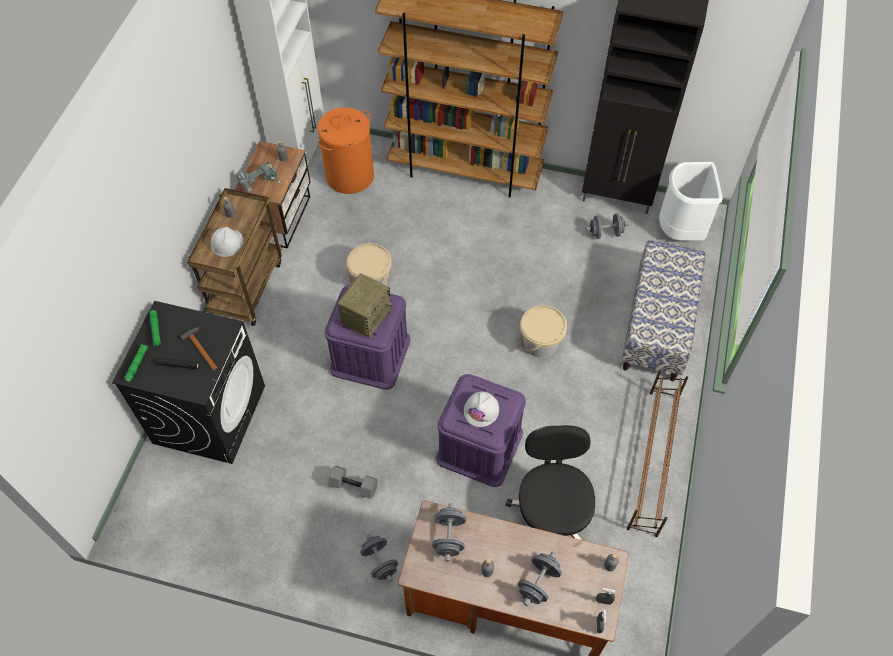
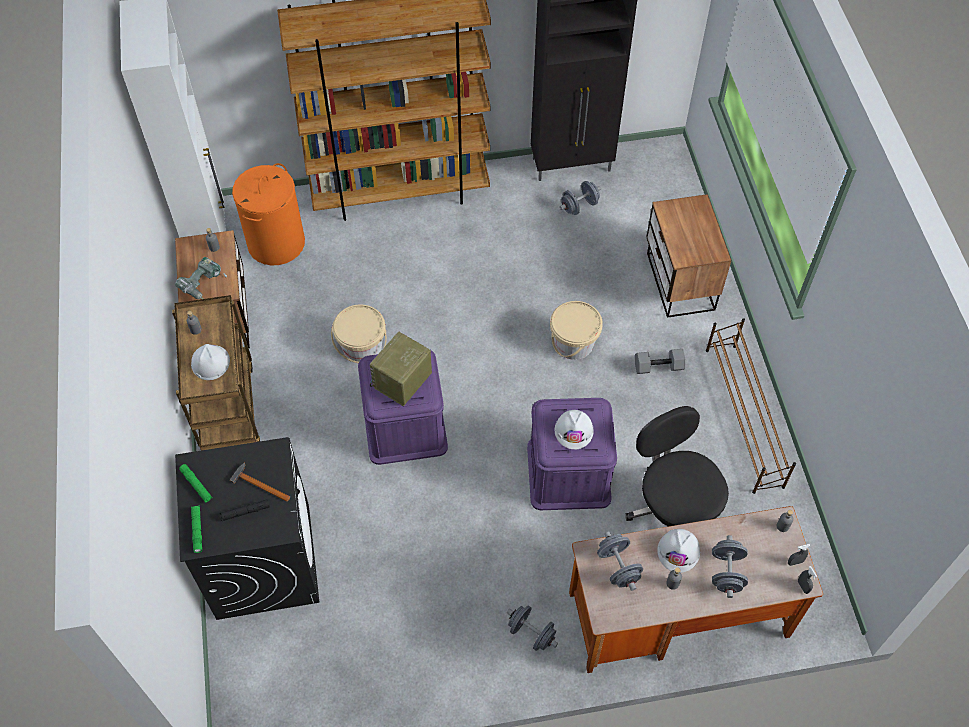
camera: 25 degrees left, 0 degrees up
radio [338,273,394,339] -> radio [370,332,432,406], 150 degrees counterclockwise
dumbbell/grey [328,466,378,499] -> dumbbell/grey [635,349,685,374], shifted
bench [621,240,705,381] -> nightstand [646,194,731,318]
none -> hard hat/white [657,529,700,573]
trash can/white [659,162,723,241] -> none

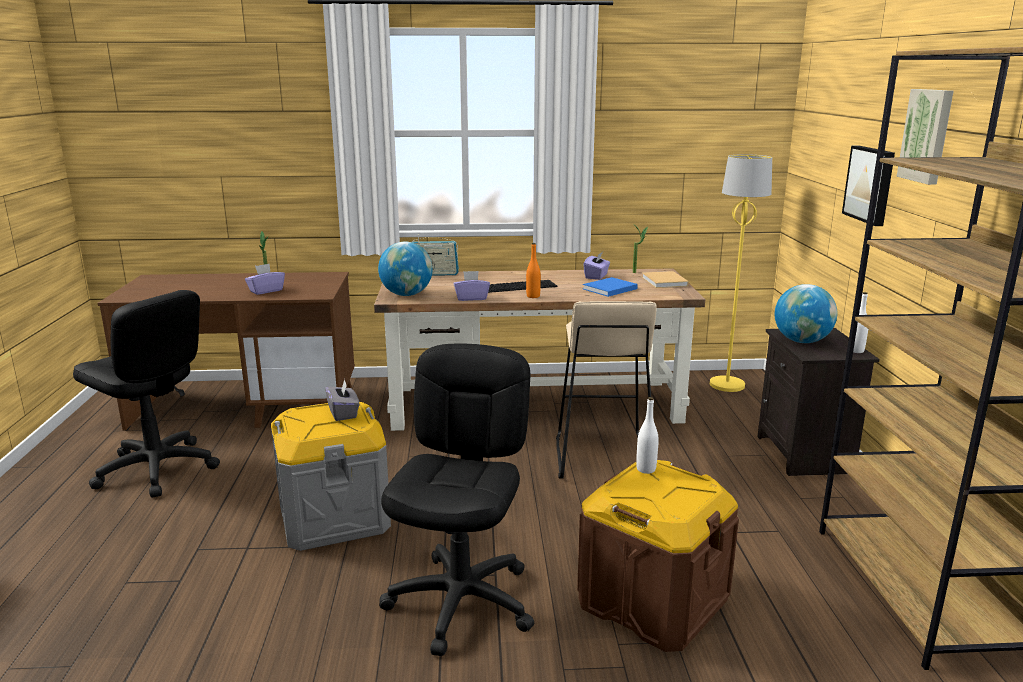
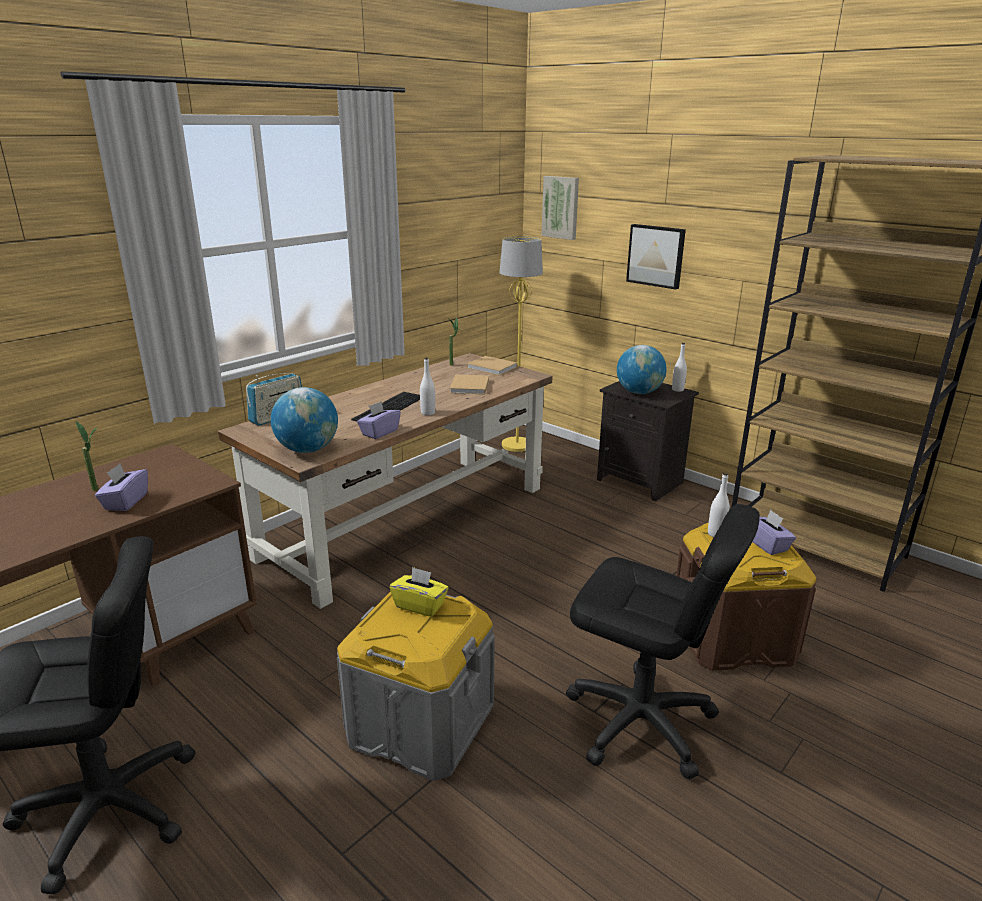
camera: 45 degrees left, 5 degrees up
tissue box/grey [325,379,360,421] -> tissue box/yellow [390,567,448,617]
bottle/orange [526,243,541,298] -> bottle/white [420,357,435,415]
book/blue [583,277,638,297] -> book/beige [450,374,489,394]
picture [897,89,954,185] -> picture [542,176,579,240], shifted
office chair/black [379,344,534,656] -> office chair/black [566,504,760,780], 150 degrees clockwise
tissue box/purple [583,252,610,280] -> tissue box/purple [753,510,796,555], shifted
stool/beige [556,301,657,478] -> none

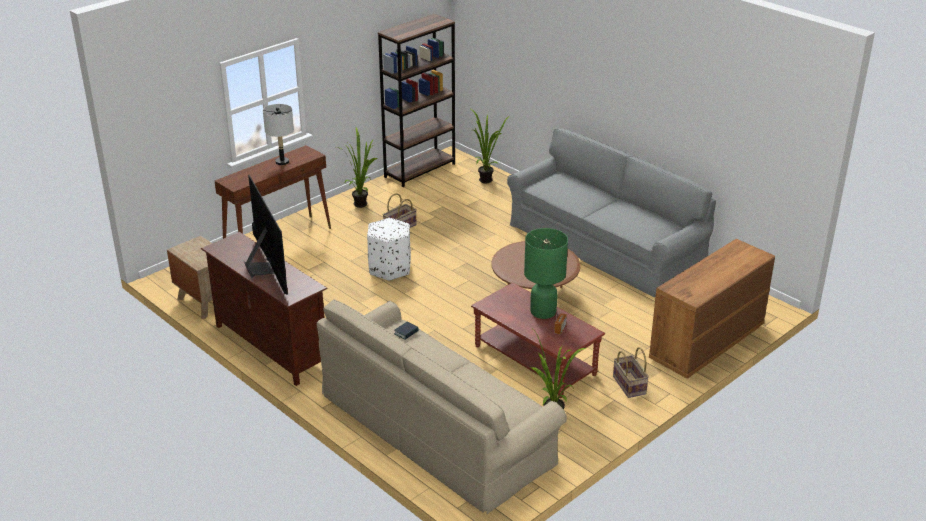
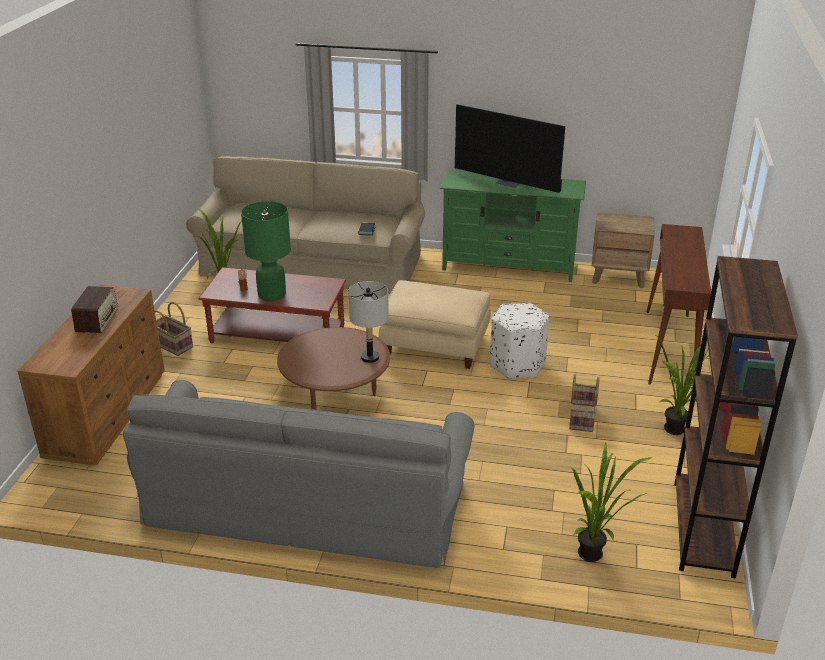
camera: 145 degrees right, 0 degrees up
none -> radio [71,286,118,333]
table lamp/grey [263,104,294,165] -> table lamp/grey [348,281,389,363], shifted
none -> ottoman/beige [378,280,491,369]
tv stand/brown [201,232,328,386] -> tv stand/green [440,170,586,282]

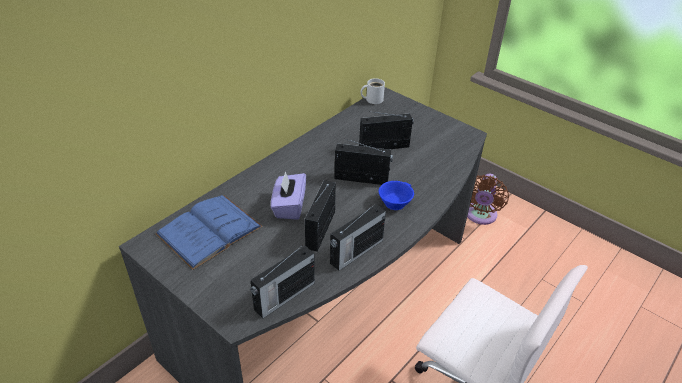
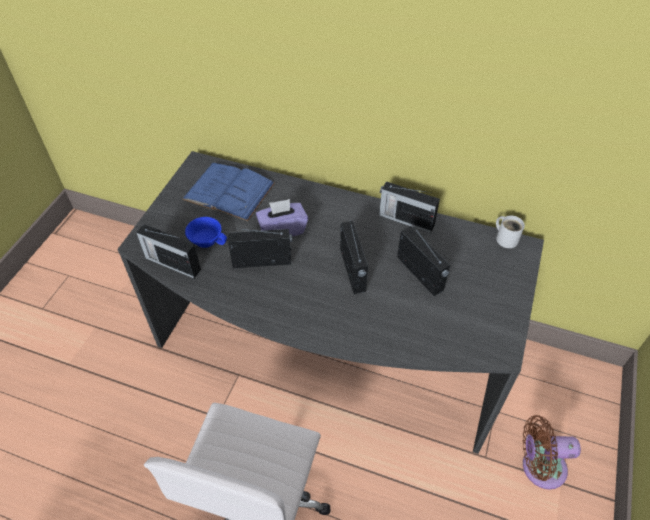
camera: 70 degrees right, 10 degrees up
cup/blue [379,181,414,210] -> cup/blue [185,217,227,248], shifted
radio [330,203,386,271] -> radio [379,181,440,233], shifted

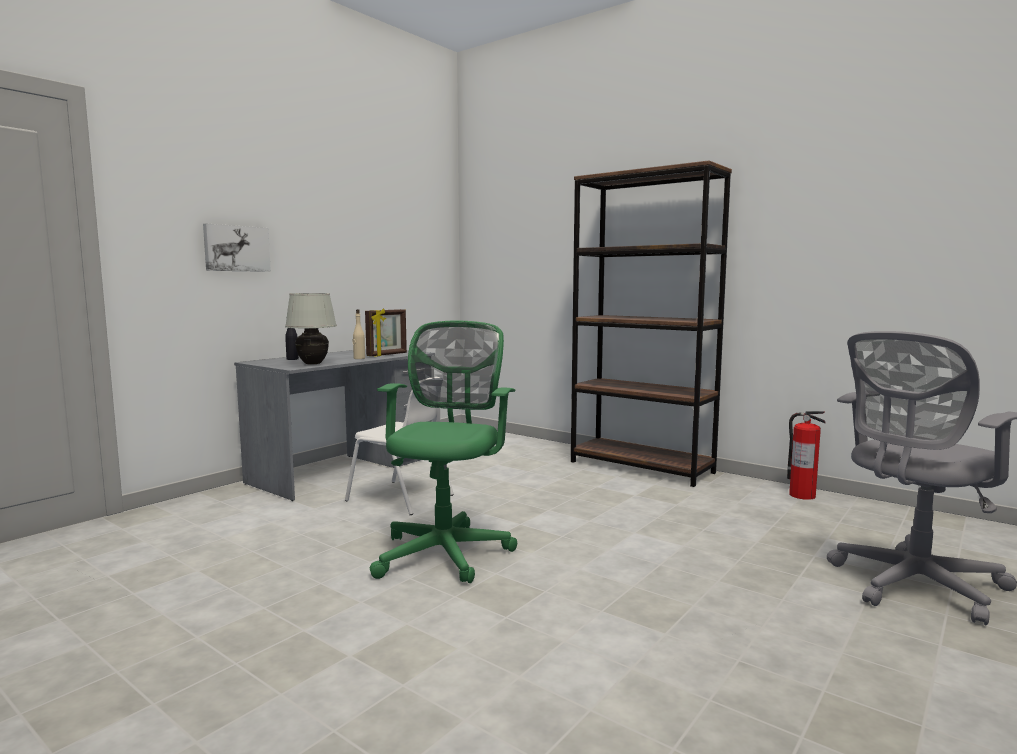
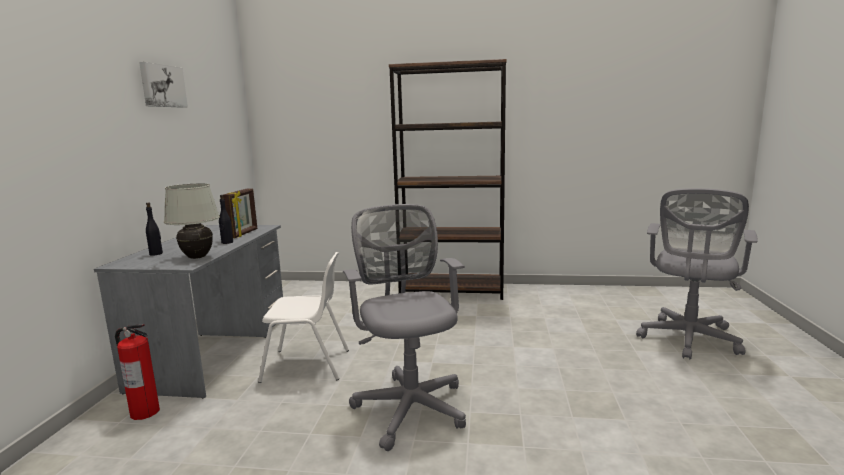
camera: 30 degrees left, 5 degrees up
fire extinguisher [787,411,826,500] -> fire extinguisher [115,324,160,420], shifted
picture [203,223,271,272] -> picture [139,62,188,108], shifted
bottle/beige [353,309,365,359] -> bottle/black [219,195,233,244]
office chair/green [370,320,517,583] -> office chair/grey [343,204,466,451]

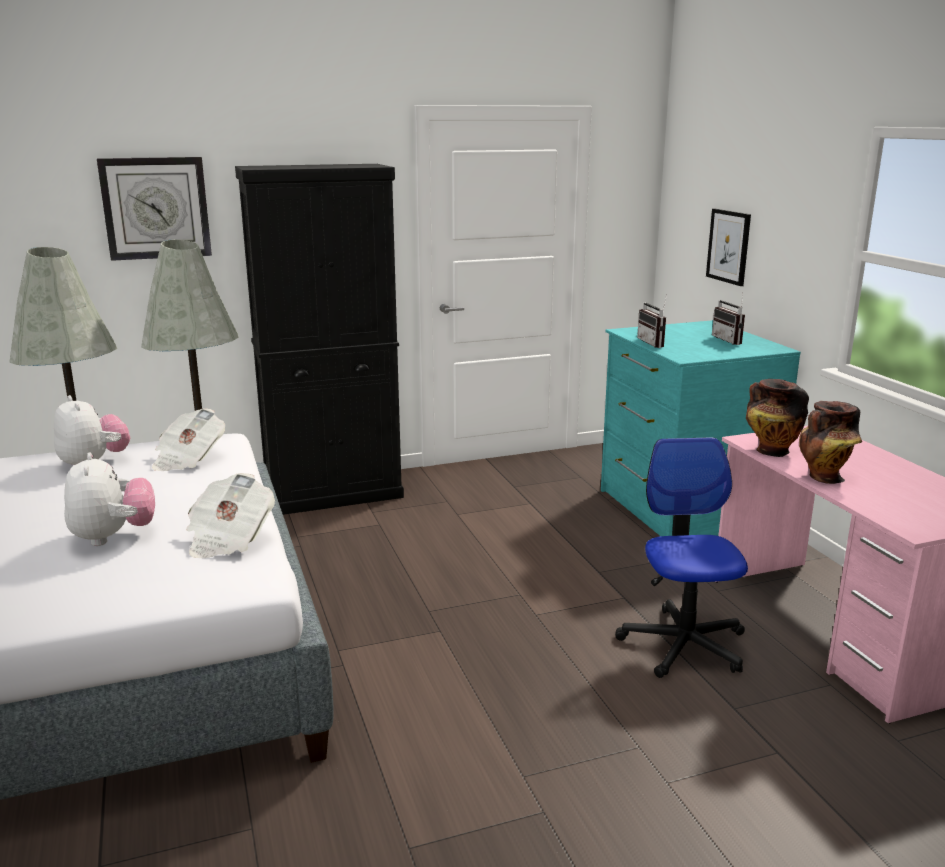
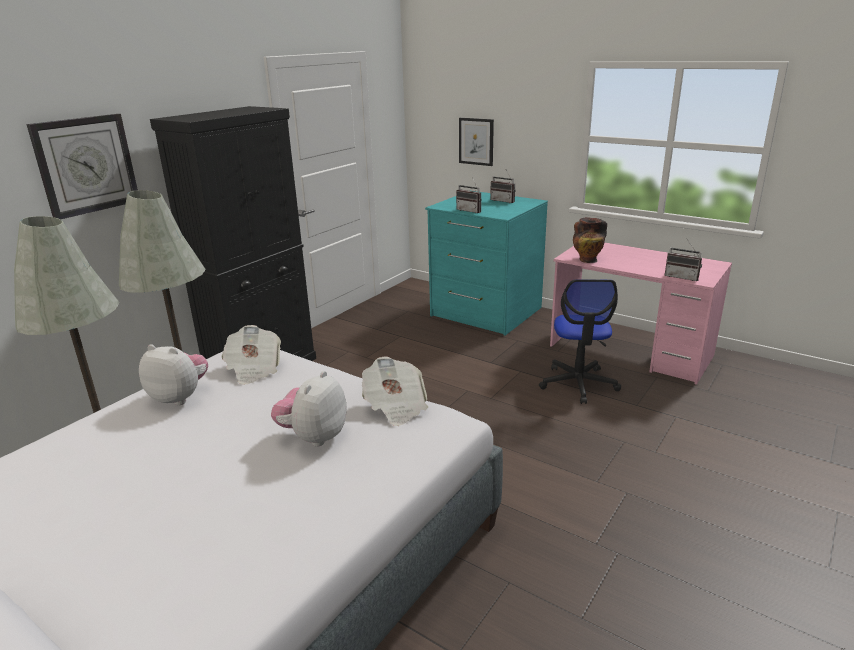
camera: 35 degrees left, 5 degrees up
plush toy [64,453,155,546] -> plush toy [271,371,347,447], 105 degrees counterclockwise
office chair [615,437,748,678] -> office chair [539,279,621,404], 135 degrees counterclockwise
none -> radio [665,238,702,281]
vase [799,401,862,484] -> none

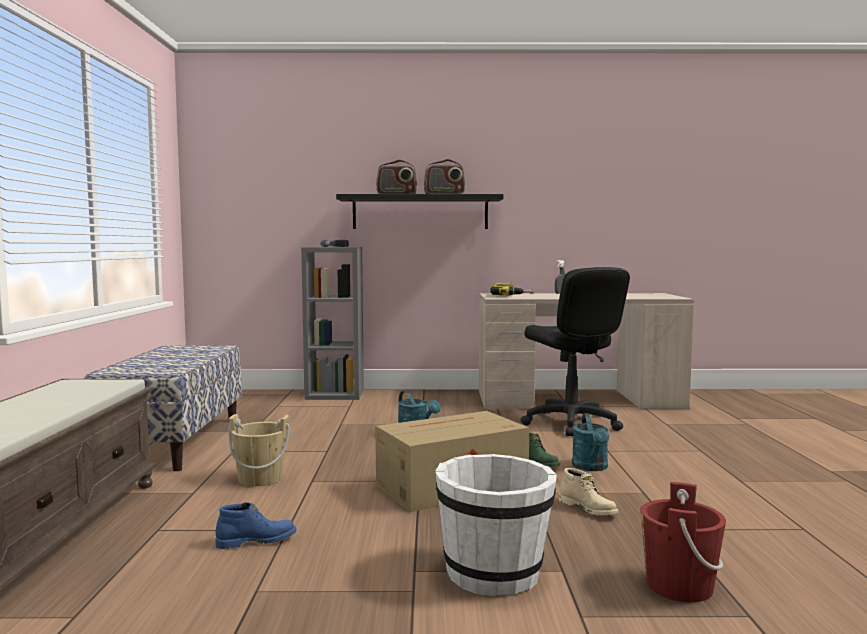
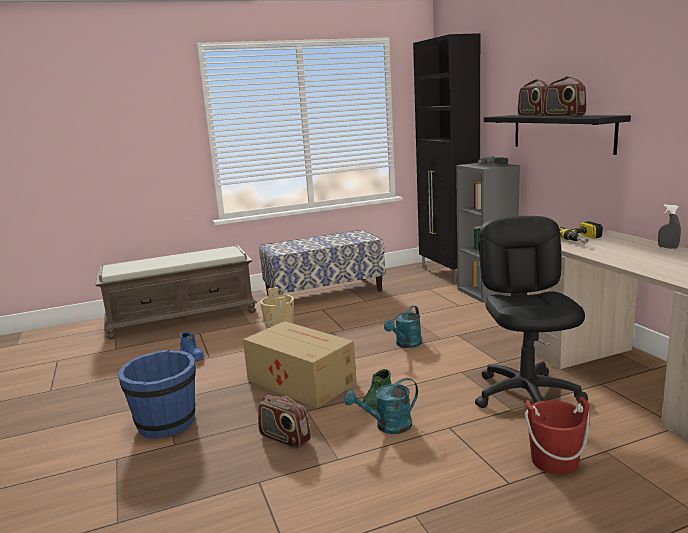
camera: 70 degrees right, 10 degrees up
bucket/white [435,454,557,596] -> bucket/blue [117,349,196,439]
boot/beige [559,468,618,515] -> radio [258,395,311,449]
none -> cabinet/black [413,33,480,284]
office chair/black [521,267,630,437] -> office chair/black [475,216,588,408], 135 degrees clockwise
bucket/red [640,482,726,602] -> bucket/red [525,397,590,475], shifted

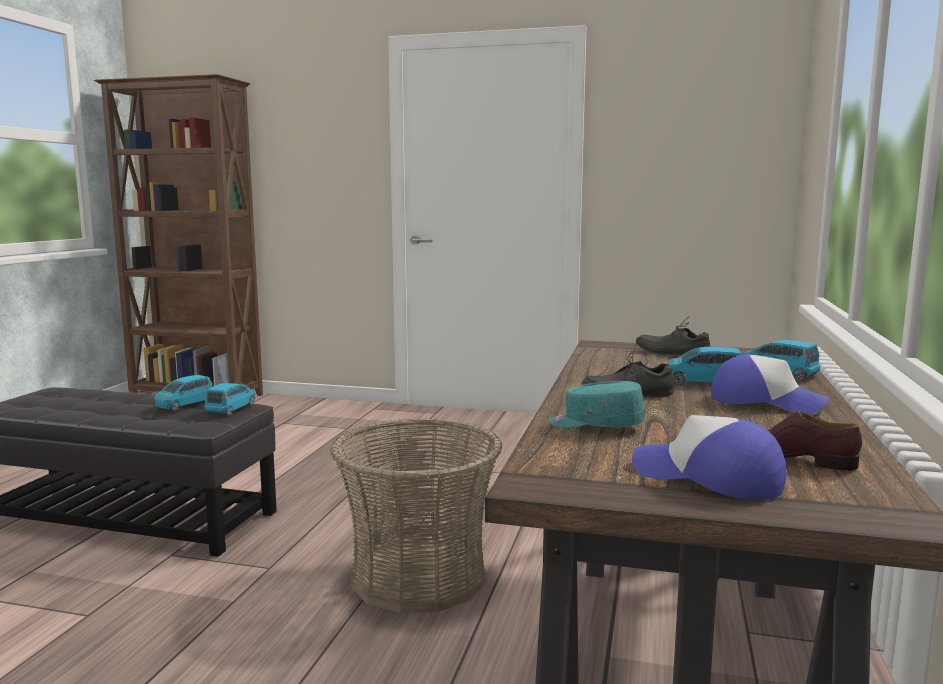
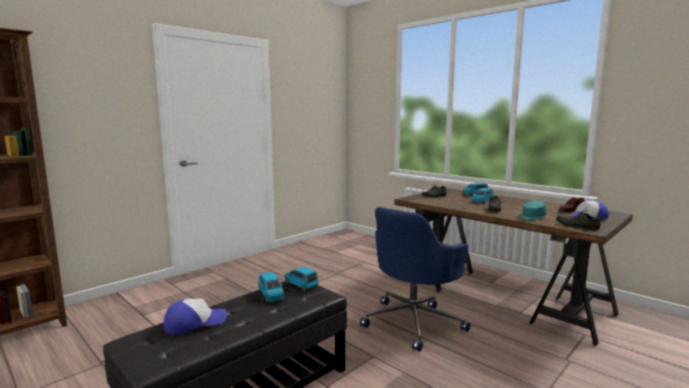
camera: 60 degrees left, 0 degrees up
cap [711,355,829,414] -> cap [163,298,227,335], shifted
basket [330,418,502,613] -> office chair/blue [360,207,470,352]
none -> shoe/grey [556,206,601,230]

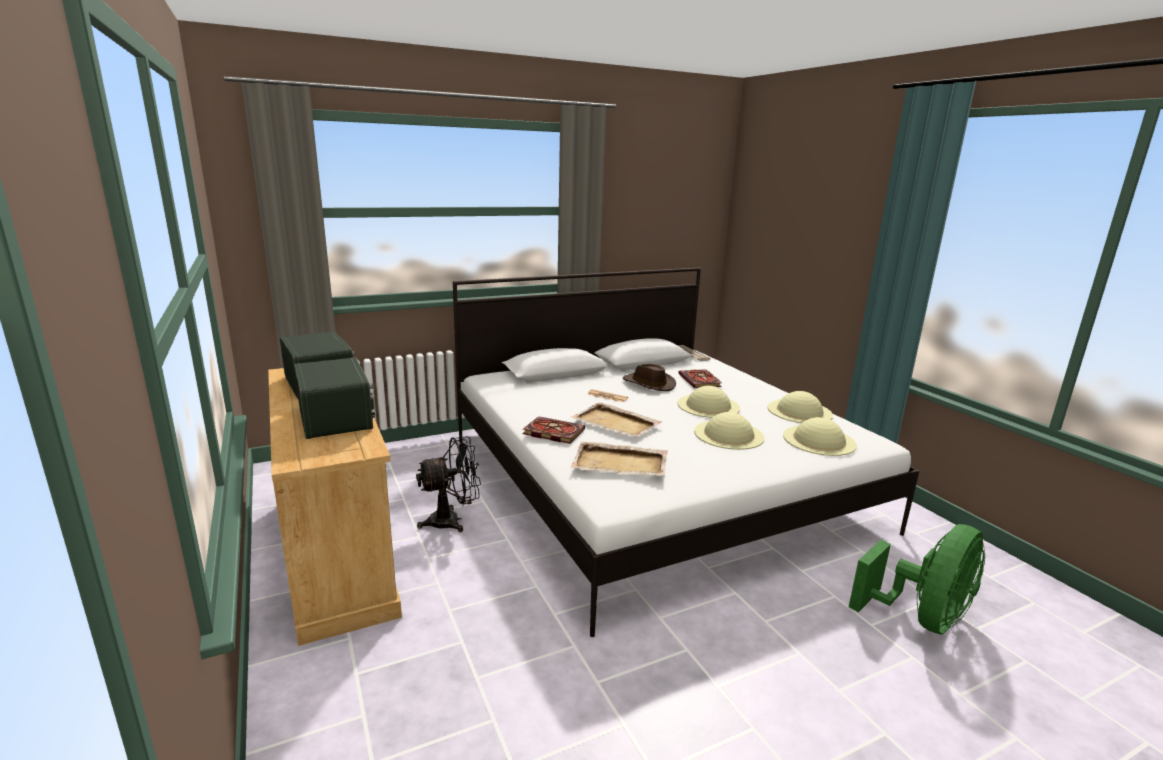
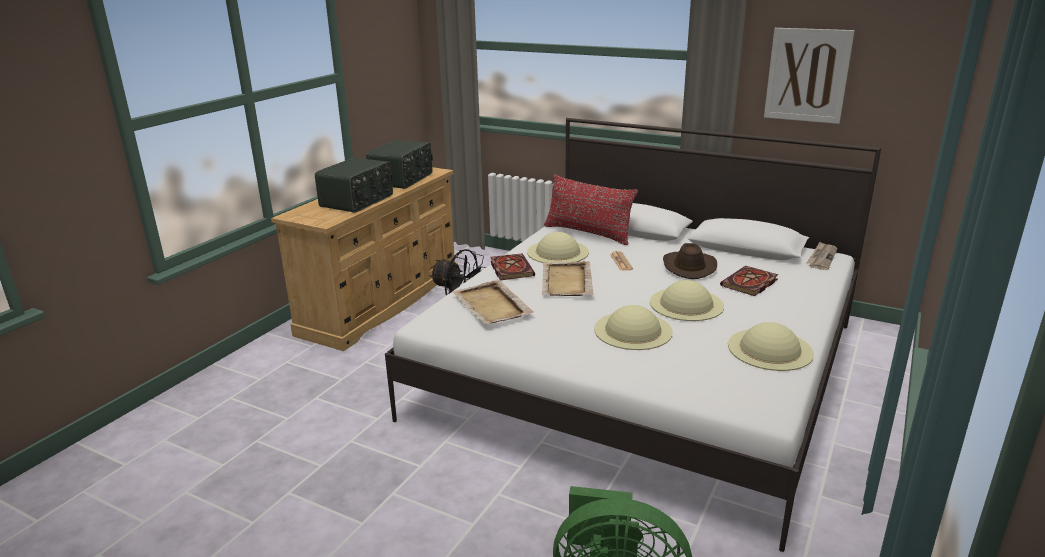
camera: 55 degrees right, 5 degrees up
hat/beige [783,417,857,456] -> hat/beige [527,232,589,263], shifted
none -> pillow/red [544,175,638,245]
none -> picture [764,28,855,124]

